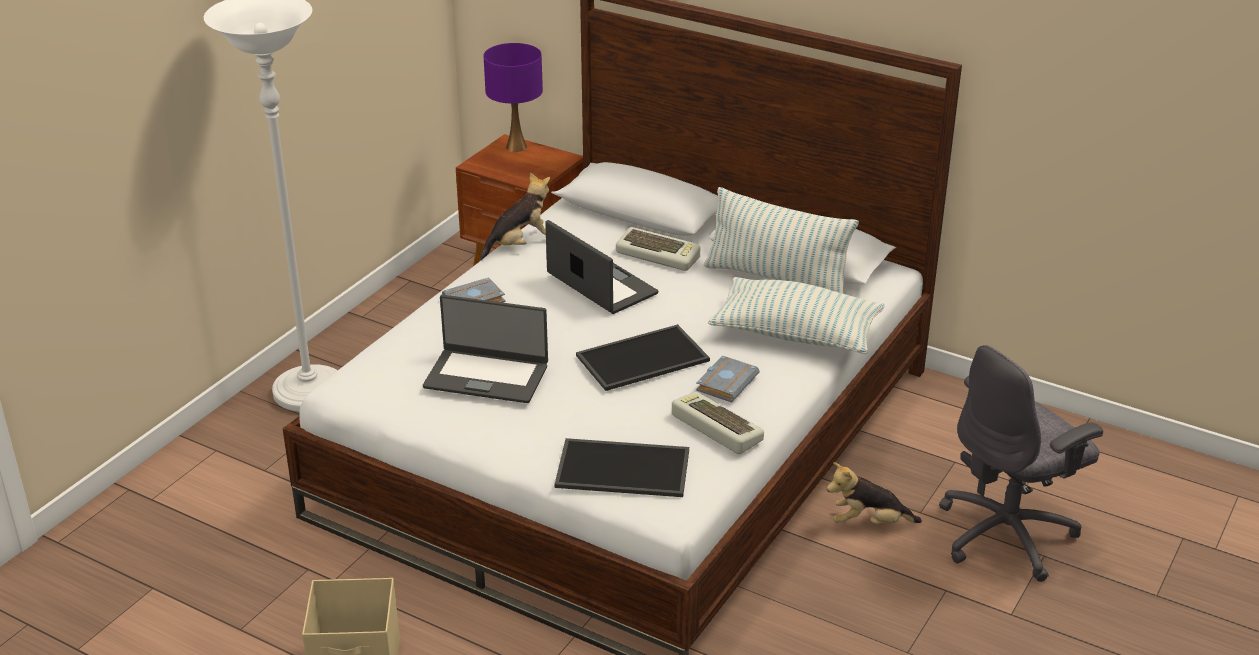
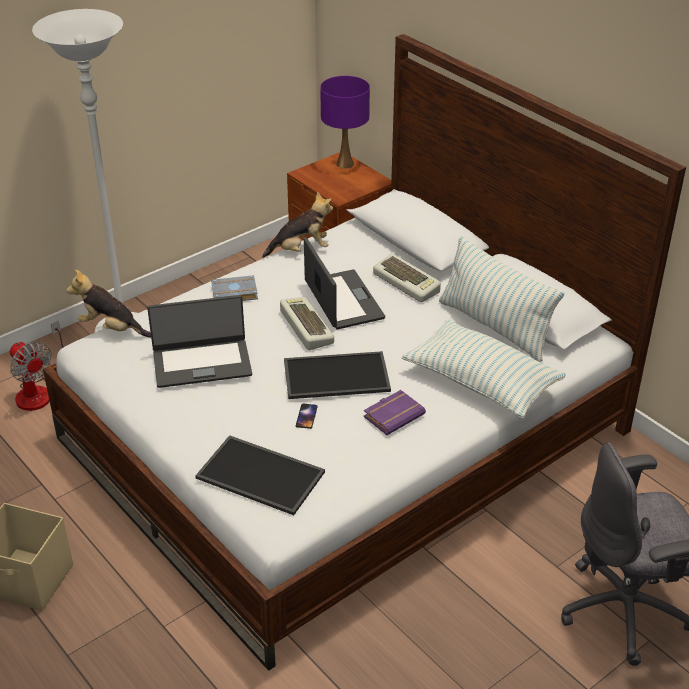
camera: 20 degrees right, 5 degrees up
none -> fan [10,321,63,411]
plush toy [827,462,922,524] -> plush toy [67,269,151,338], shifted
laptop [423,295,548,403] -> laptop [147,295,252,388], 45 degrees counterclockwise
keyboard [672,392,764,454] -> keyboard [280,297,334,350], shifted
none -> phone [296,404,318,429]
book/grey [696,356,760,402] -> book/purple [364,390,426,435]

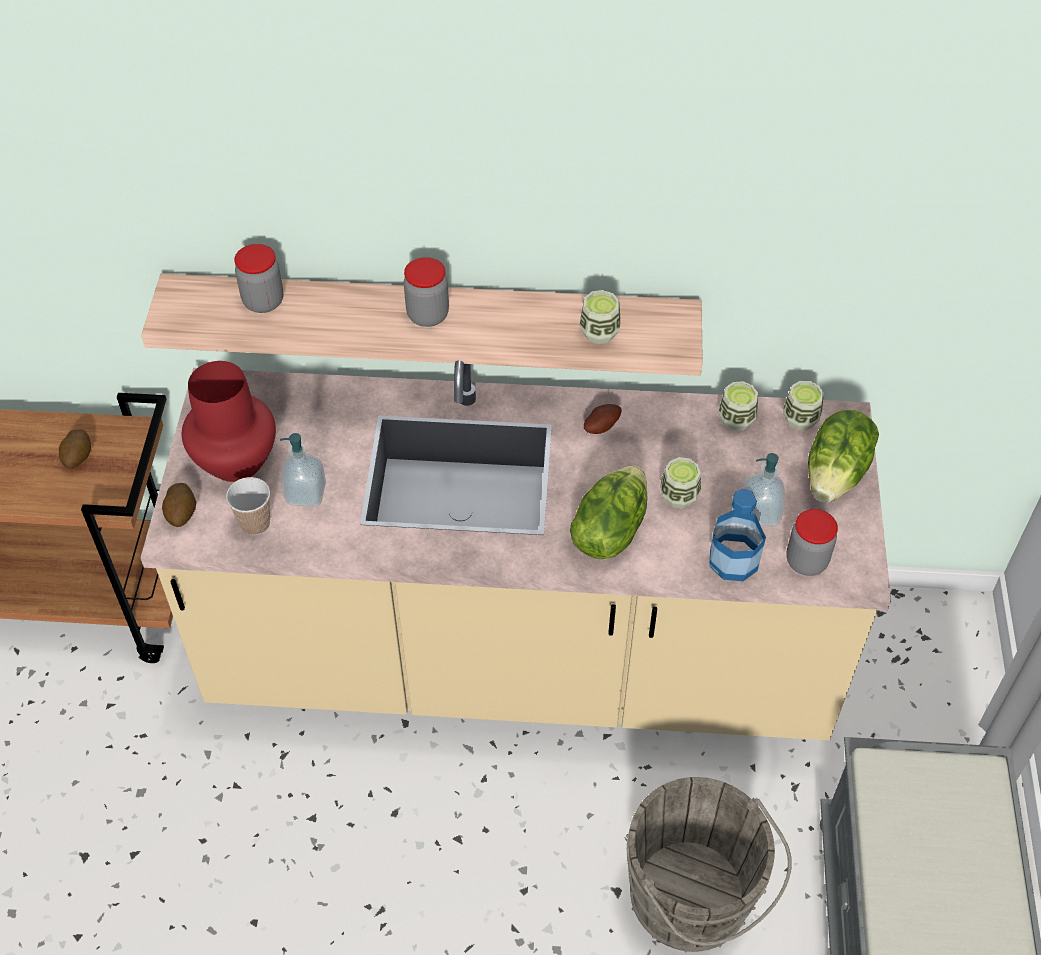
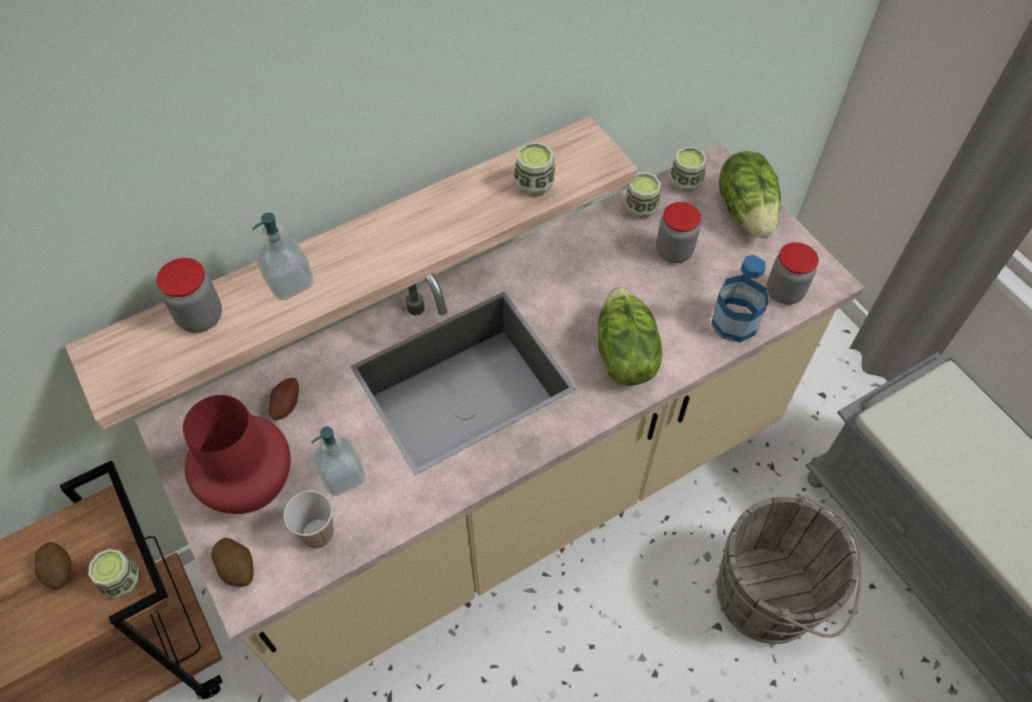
camera: 35 degrees left, 5 degrees up
cup [660,457,701,508] -> cup [88,549,139,598], shifted
soap dispenser [743,453,786,526] -> soap dispenser [252,213,313,300], shifted
potato [584,404,622,434] -> potato [269,378,299,420], shifted
jar [404,257,449,327] -> jar [656,202,701,263], shifted

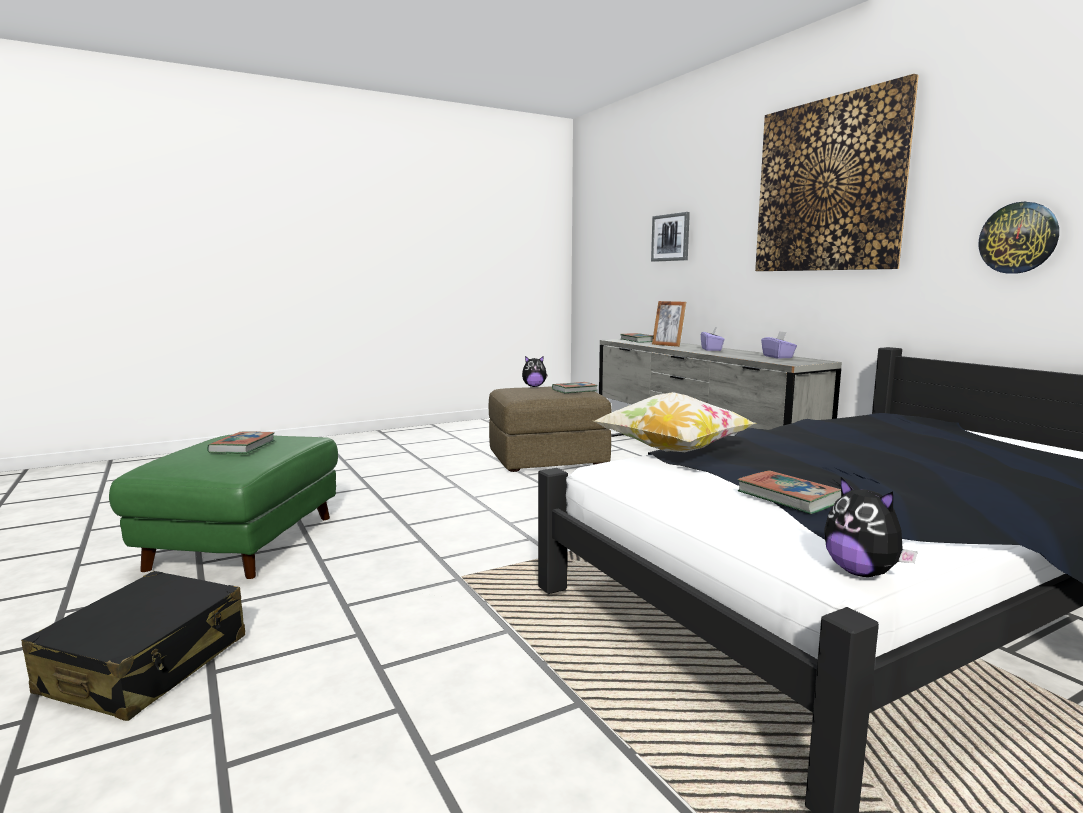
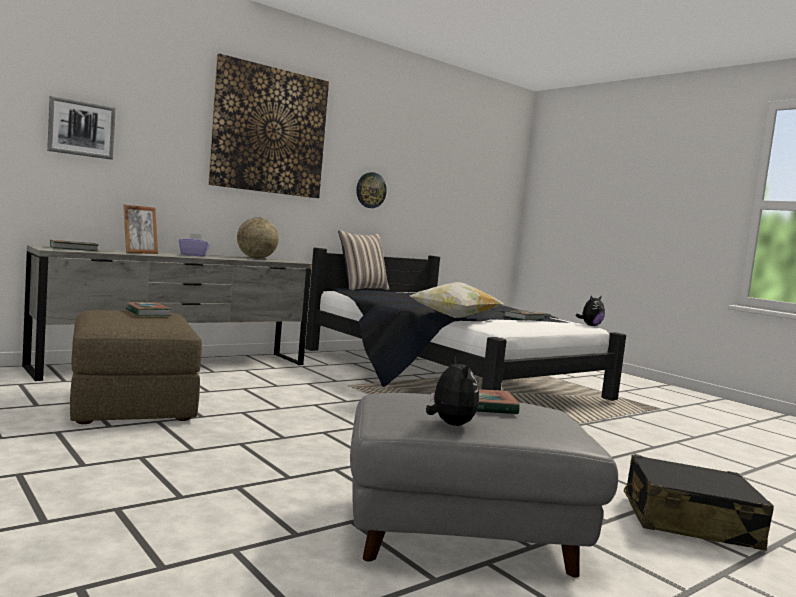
camera: 100 degrees left, 5 degrees down
tissue box/purple [761,331,797,358] -> globe [237,217,279,259]
none -> pillow [338,230,390,291]
ottoman/green [109,434,338,579] -> ottoman/grey [350,393,618,577]
plush toy [522,356,548,387] -> plush toy [426,356,479,426], shifted

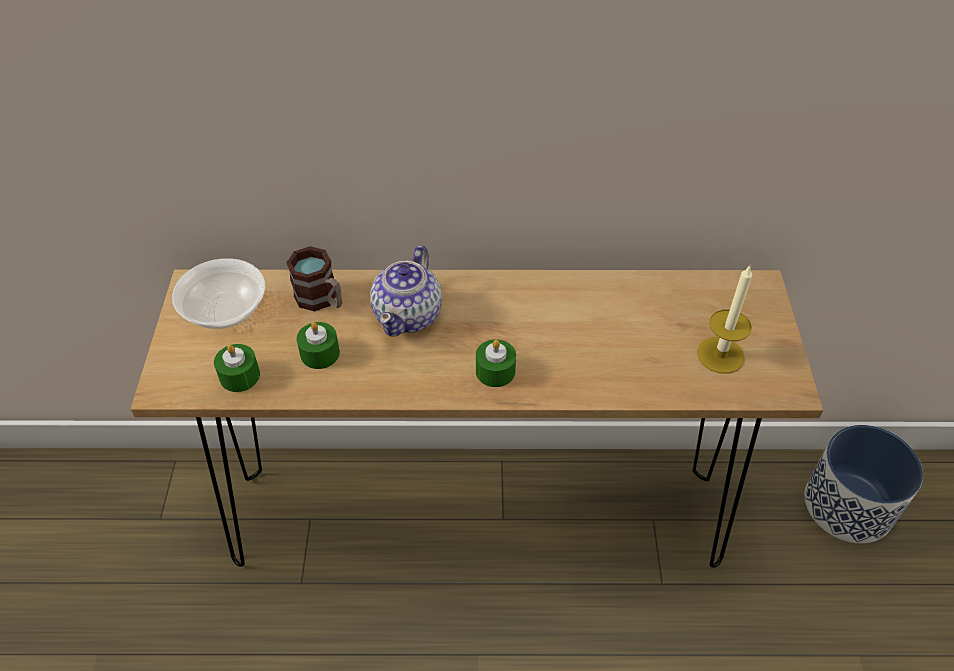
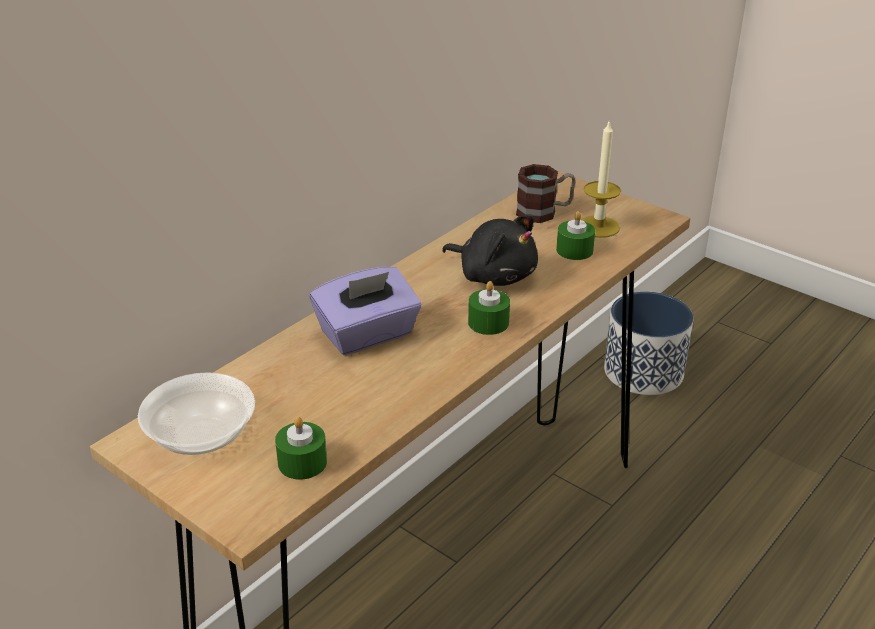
camera: 50 degrees left, 15 degrees down
teapot [370,245,442,337] -> tissue box/purple [310,267,422,355]
none -> plush toy/black [442,214,538,286]
mug [286,246,342,312] -> mug [516,164,576,223], shifted
candle/green [297,322,340,369] -> candle/green [556,211,595,260], shifted

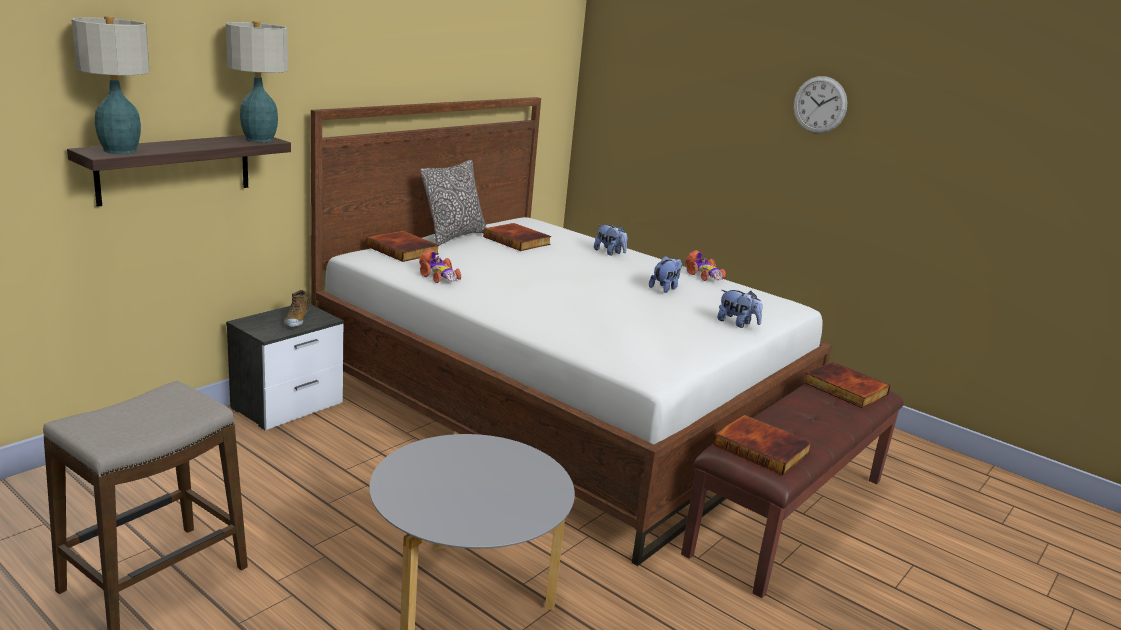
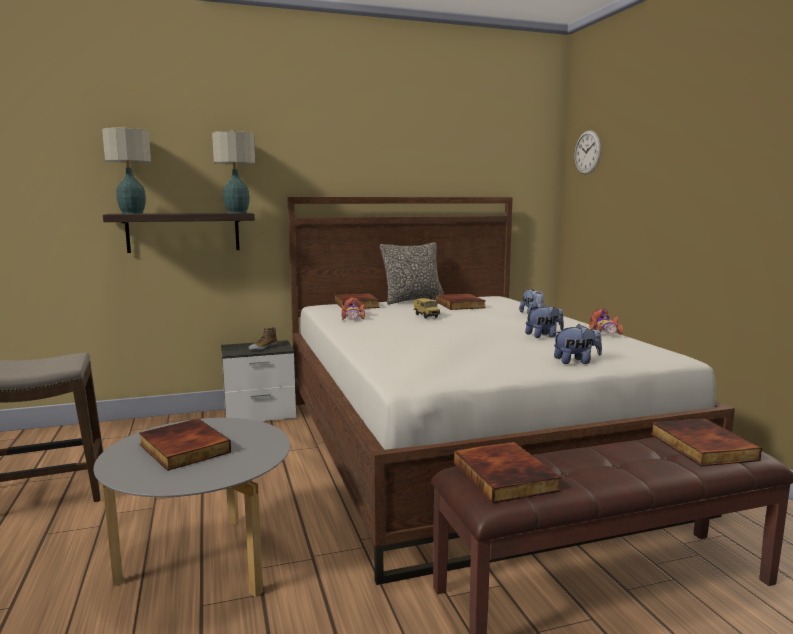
camera: 35 degrees right, 10 degrees down
none -> book [139,418,231,471]
none -> toy car [413,298,440,319]
plush toy [717,290,762,328] -> plush toy [553,324,602,364], 75 degrees counterclockwise
wall clock [793,76,847,134] -> wall clock [575,130,601,174], shifted

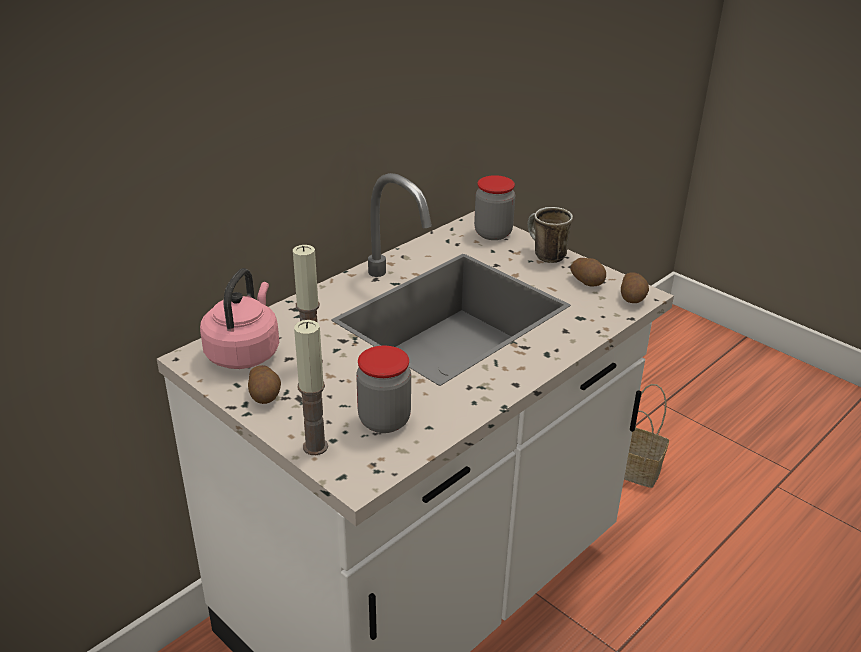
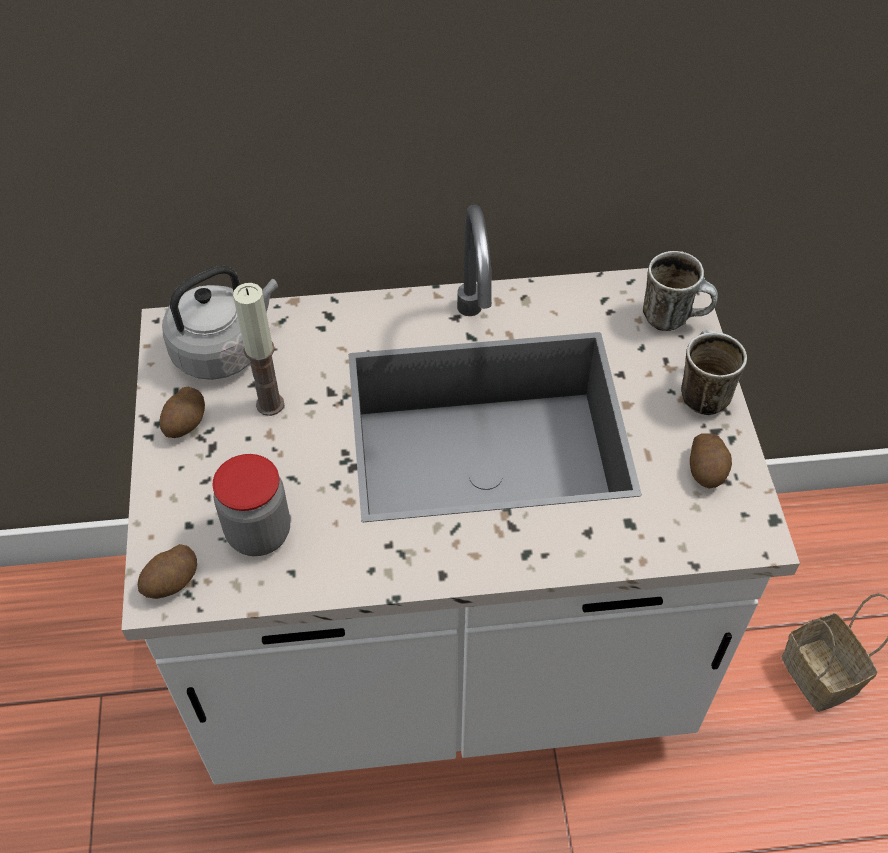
camera: 40 degrees right, 20 degrees up
potato [621,272,649,303] -> potato [138,544,197,599], shifted
kettle/pink [200,268,279,369] -> kettle/grey [162,265,278,380]
jar [474,175,515,240] -> mug [643,251,718,331]
candle [294,320,328,455] -> none

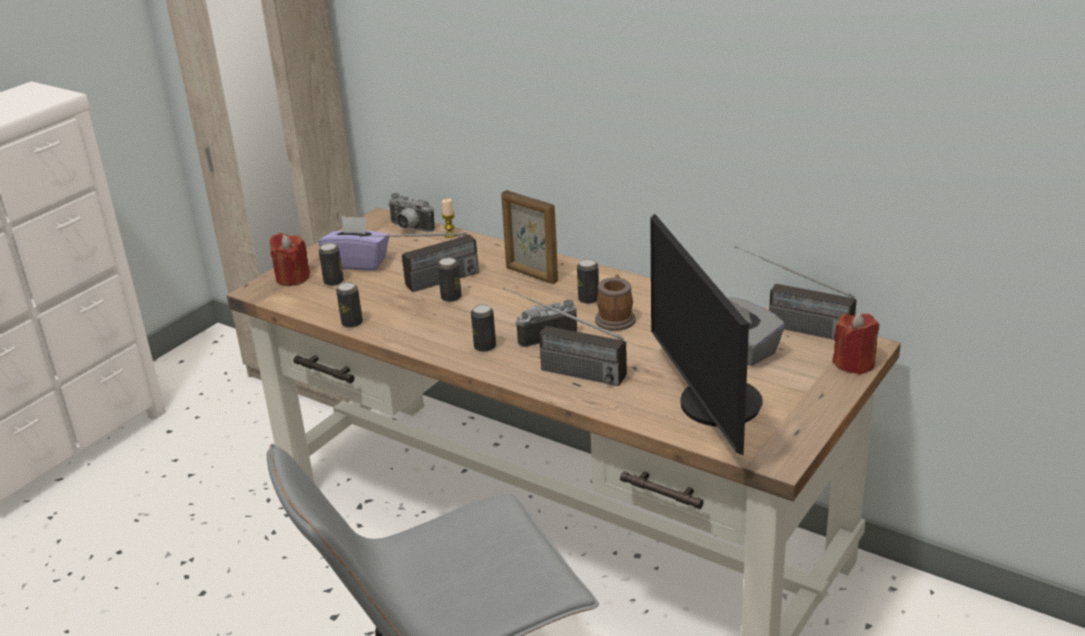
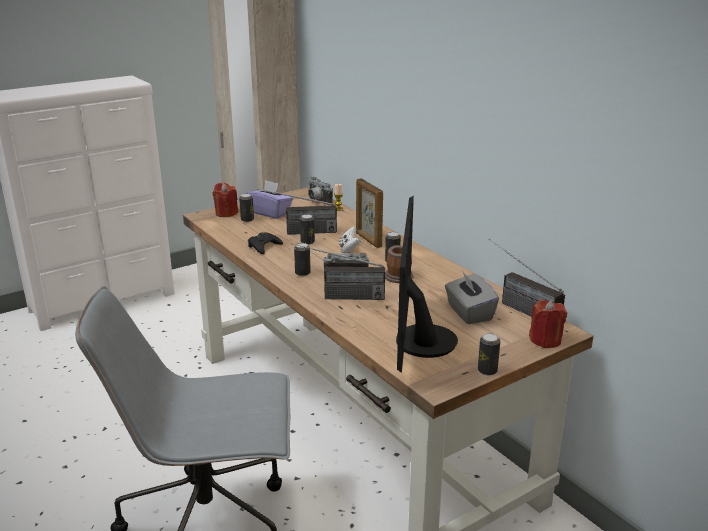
camera: 20 degrees right, 5 degrees down
none -> game controller/black [248,232,283,254]
radio [503,287,627,386] -> radio [291,243,385,300], 45 degrees counterclockwise
none -> game controller/white [339,227,360,254]
can [336,282,363,328] -> can [478,333,500,375], shifted

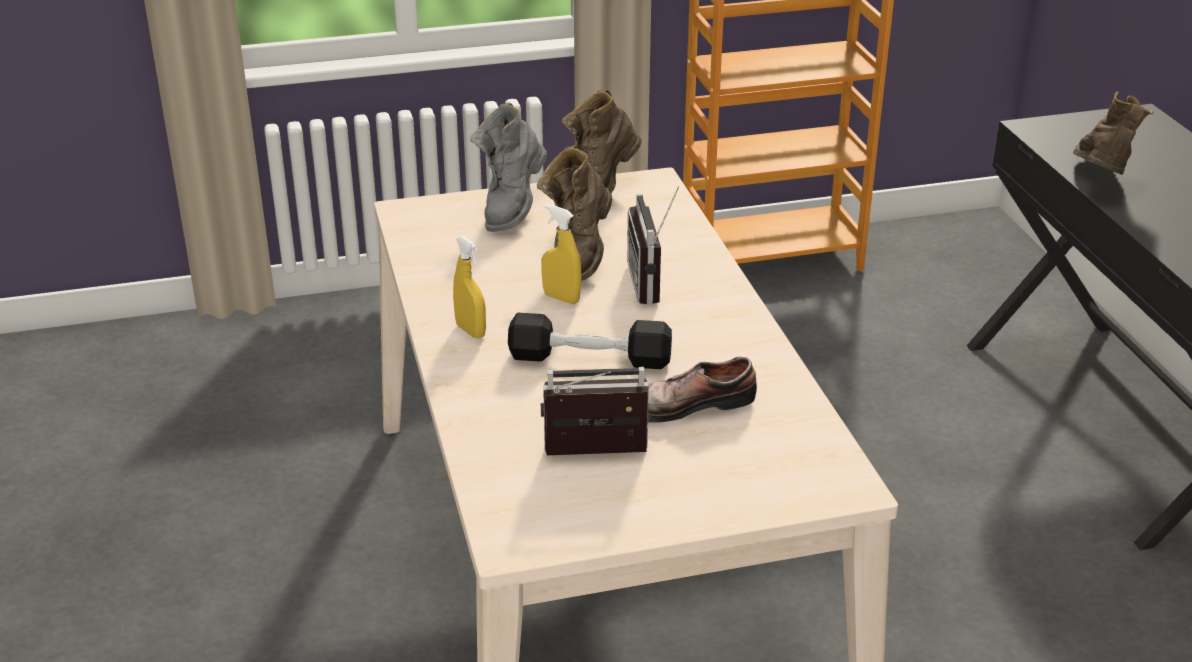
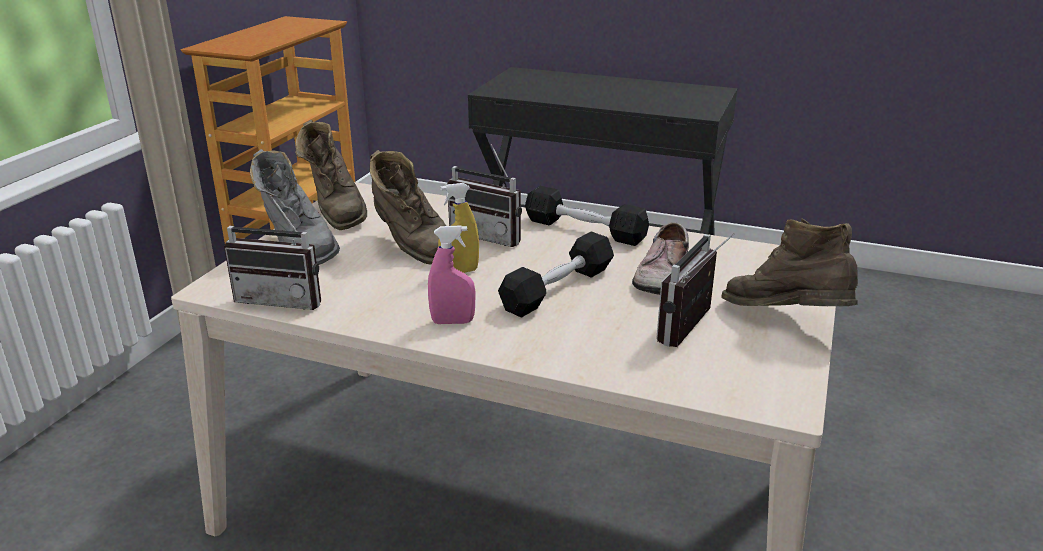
camera: 55 degrees left, 5 degrees down
none -> radio [224,195,321,310]
spray bottle/yellow [453,236,486,338] -> spray bottle/pink [428,225,476,324]
none -> dumbbell/black [525,186,649,246]
boot/brown [1073,92,1153,175] -> boot/brown [721,219,858,306], shifted

